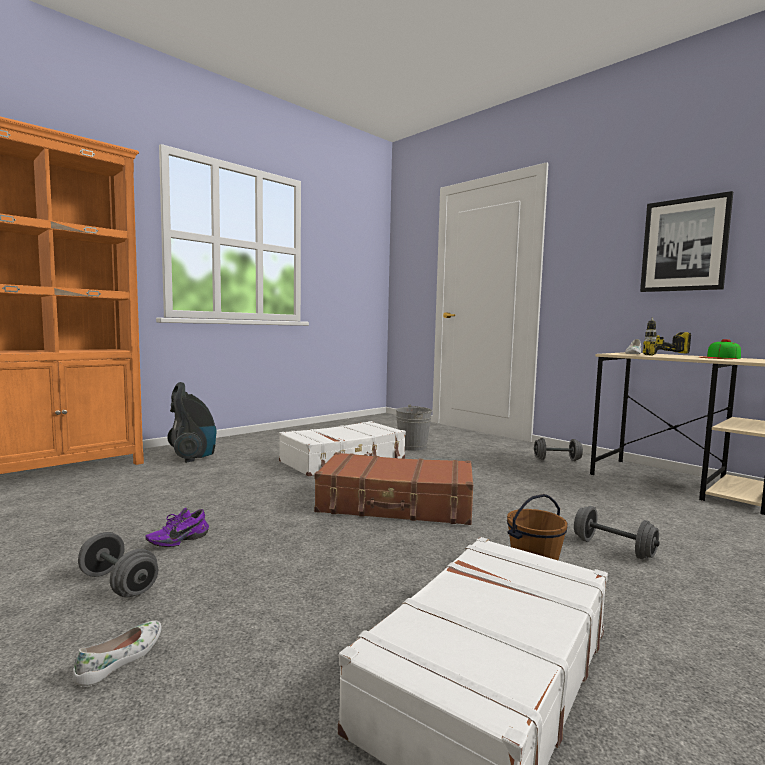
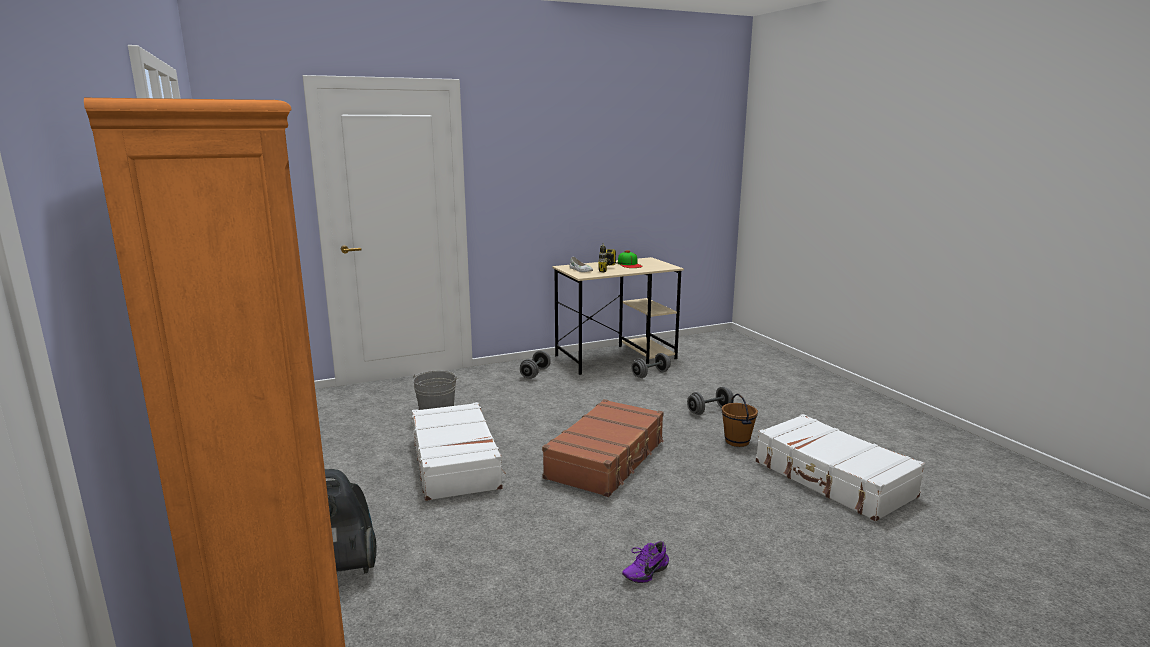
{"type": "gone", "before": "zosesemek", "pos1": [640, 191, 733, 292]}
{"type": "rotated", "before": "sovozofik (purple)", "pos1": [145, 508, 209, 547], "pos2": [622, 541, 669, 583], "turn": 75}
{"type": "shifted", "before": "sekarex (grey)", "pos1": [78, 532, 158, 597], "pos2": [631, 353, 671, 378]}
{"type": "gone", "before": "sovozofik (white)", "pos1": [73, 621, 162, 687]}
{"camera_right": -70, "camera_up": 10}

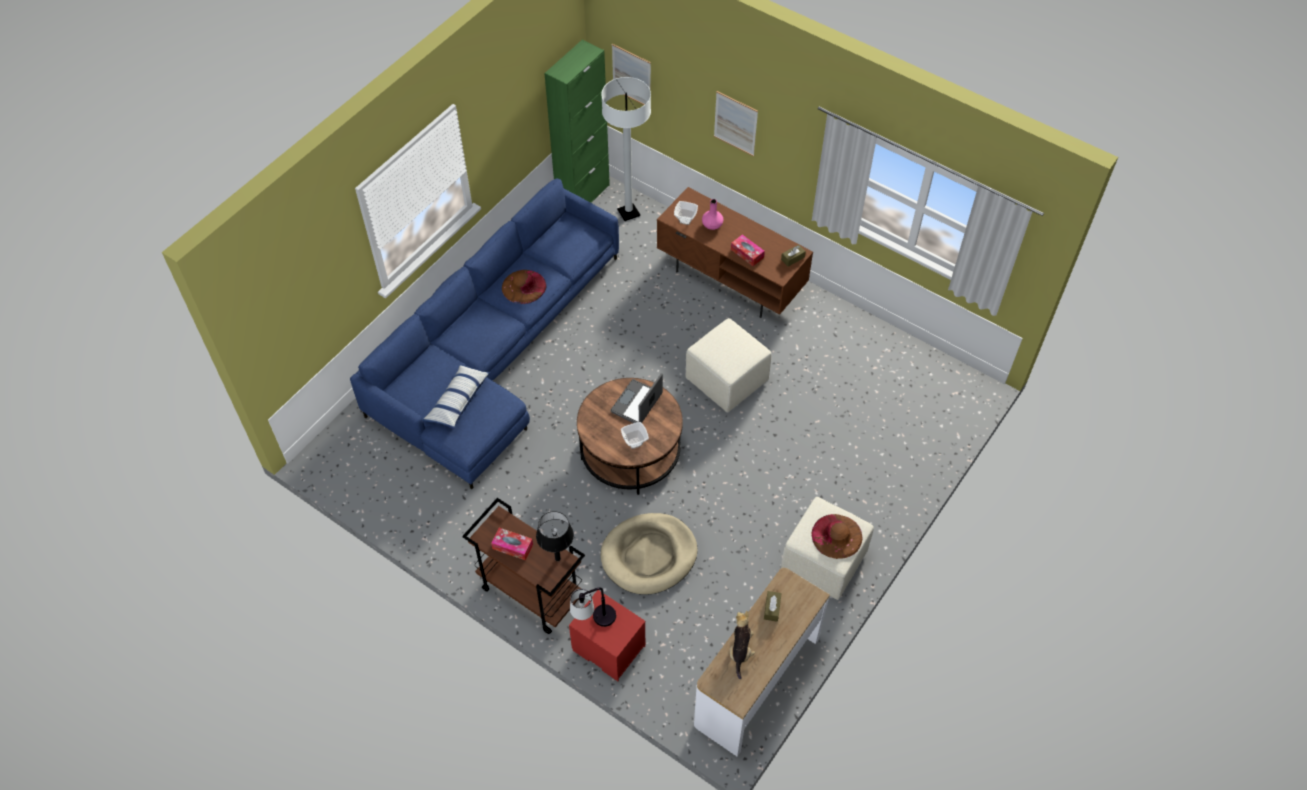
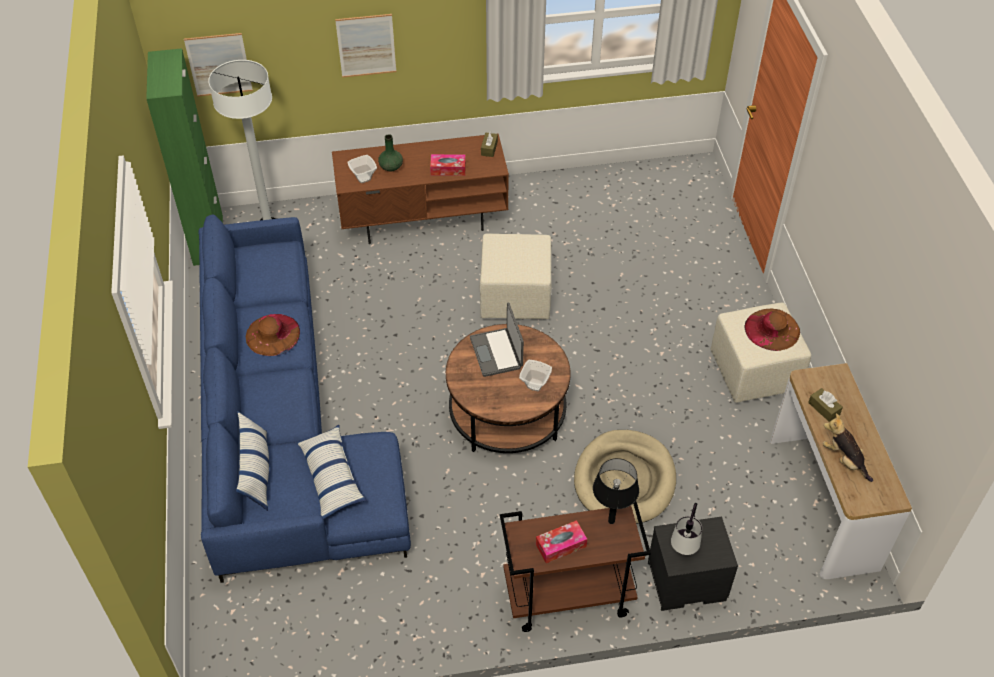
{"type": "repainted", "before": "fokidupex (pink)", "after": "fokidupex (green)", "pos1": [702, 199, 723, 230], "pos2": [378, 134, 403, 171]}
{"type": "repainted", "before": "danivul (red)", "after": "danivul (black)", "pos1": [569, 590, 646, 681], "pos2": [648, 516, 738, 611]}
{"type": "new", "after": "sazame", "pos2": [236, 411, 269, 511]}
{"camera_right": -45, "camera_up": -5}

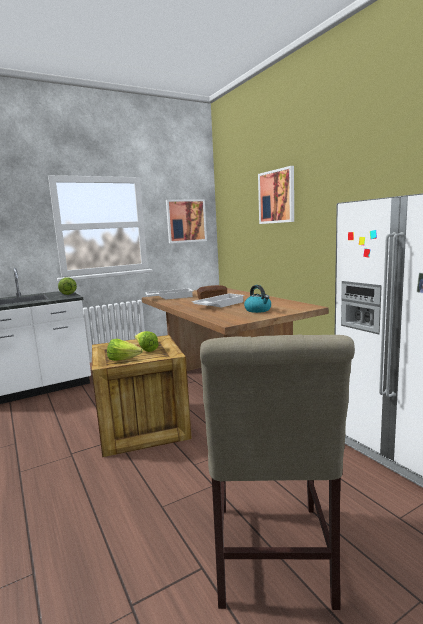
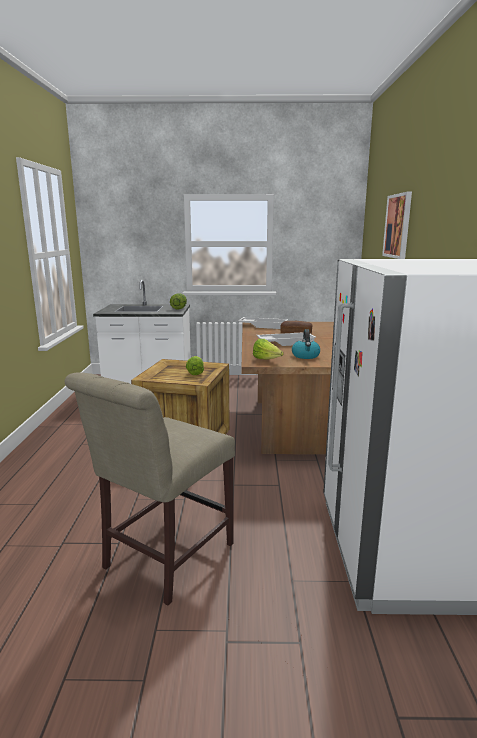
{"type": "gone", "before": "zosesemek", "pos1": [166, 199, 207, 243]}
{"type": "shifted", "before": "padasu", "pos1": [107, 339, 143, 361], "pos2": [253, 339, 284, 360]}
{"camera_right": 30, "camera_up": 5}

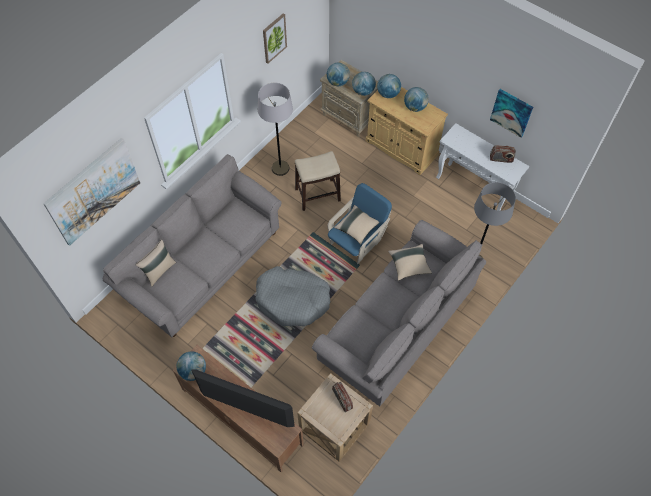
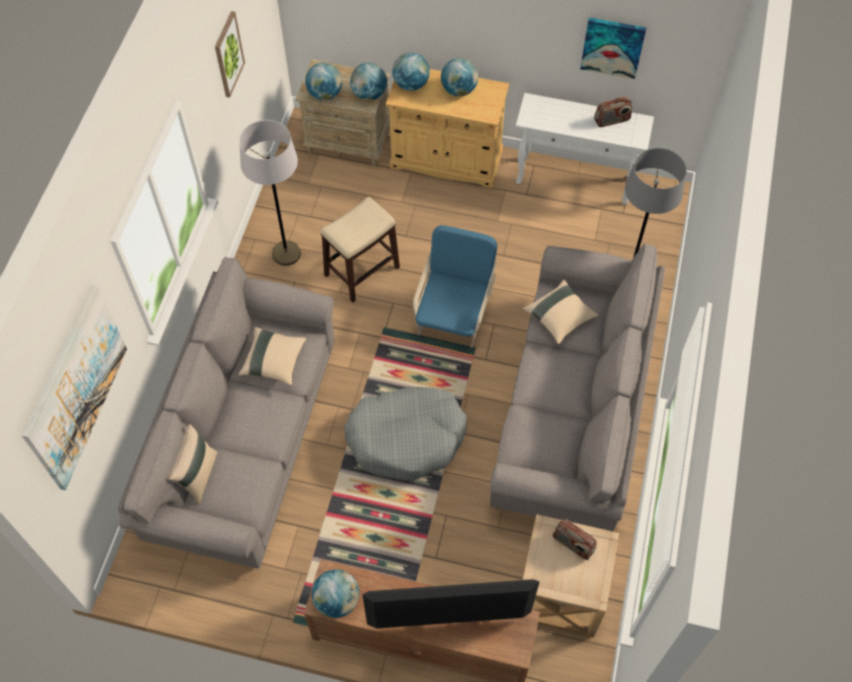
{"type": "shifted", "before": "sazame (beige)", "pos1": [334, 205, 379, 245], "pos2": [238, 327, 307, 386]}
{"camera_right": -25, "camera_up": 0}

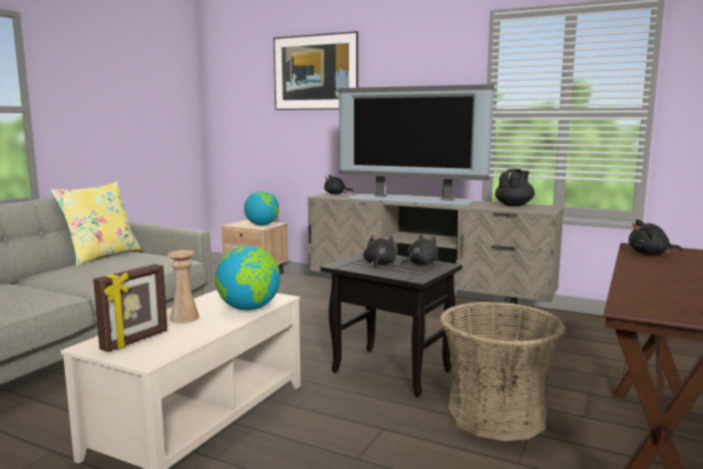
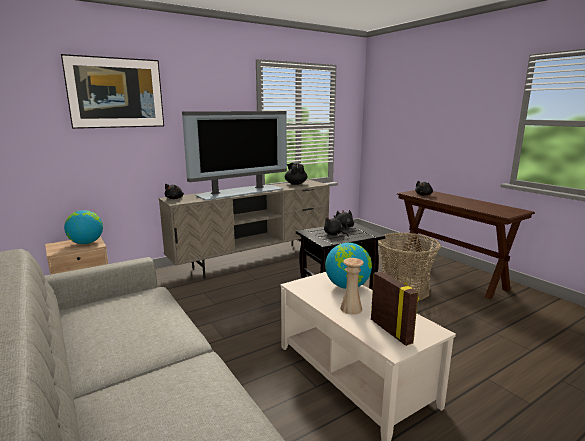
{"type": "gone", "before": "sazame (yellow)", "pos1": [50, 181, 141, 266]}
{"camera_right": -60, "camera_up": 5}

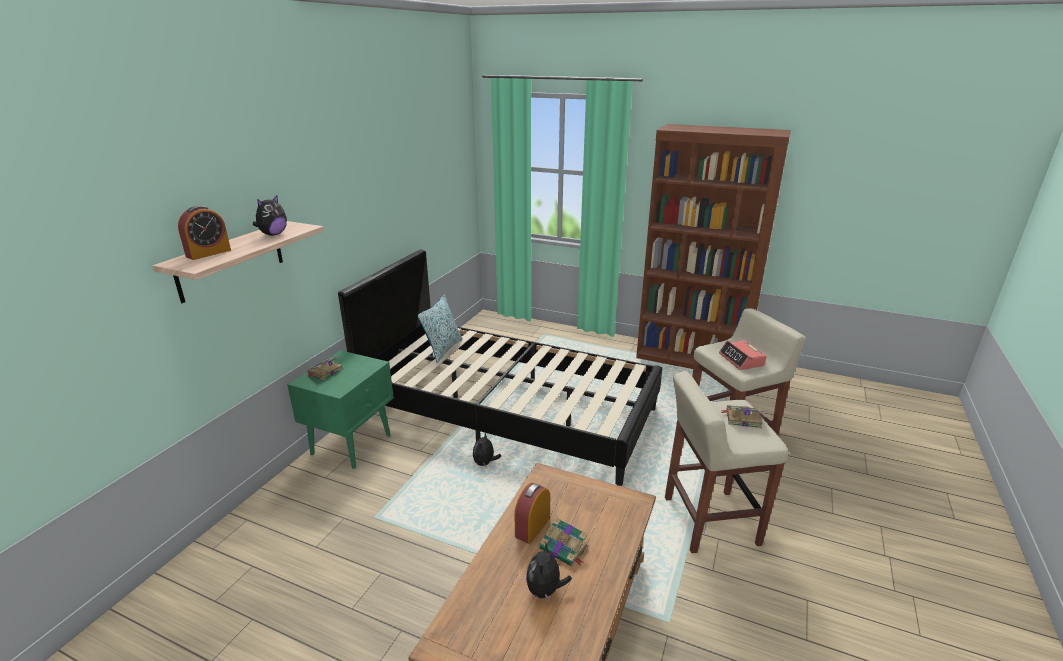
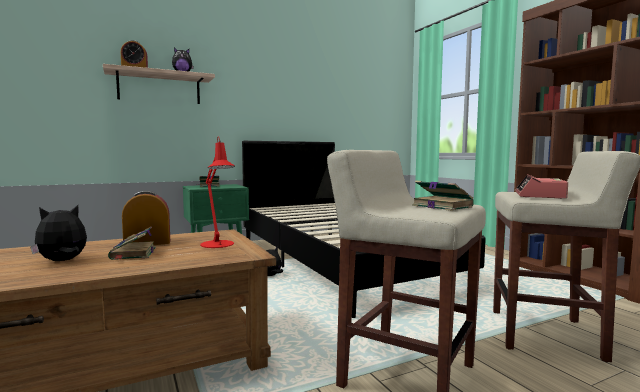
{"type": "gone", "before": "sazame", "pos1": [418, 294, 463, 363]}
{"type": "new", "after": "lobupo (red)", "pos2": [200, 136, 235, 248]}
{"camera_right": 40, "camera_up": -20}

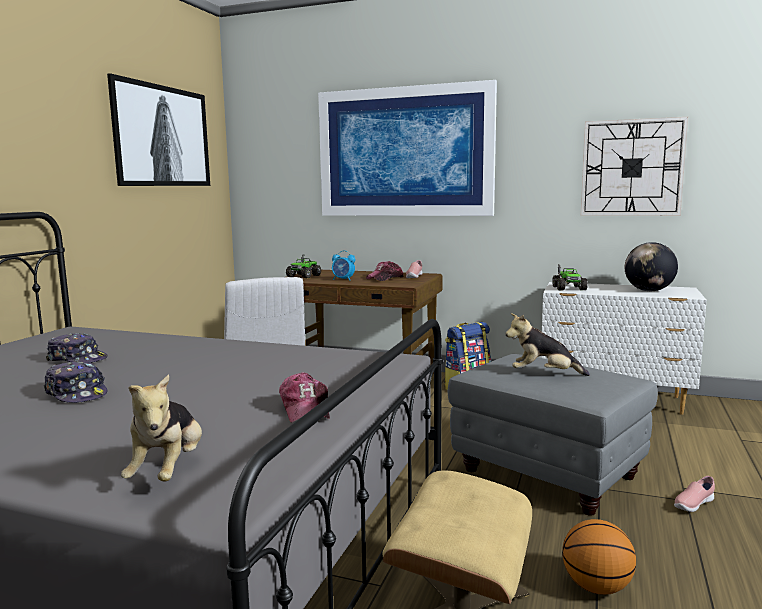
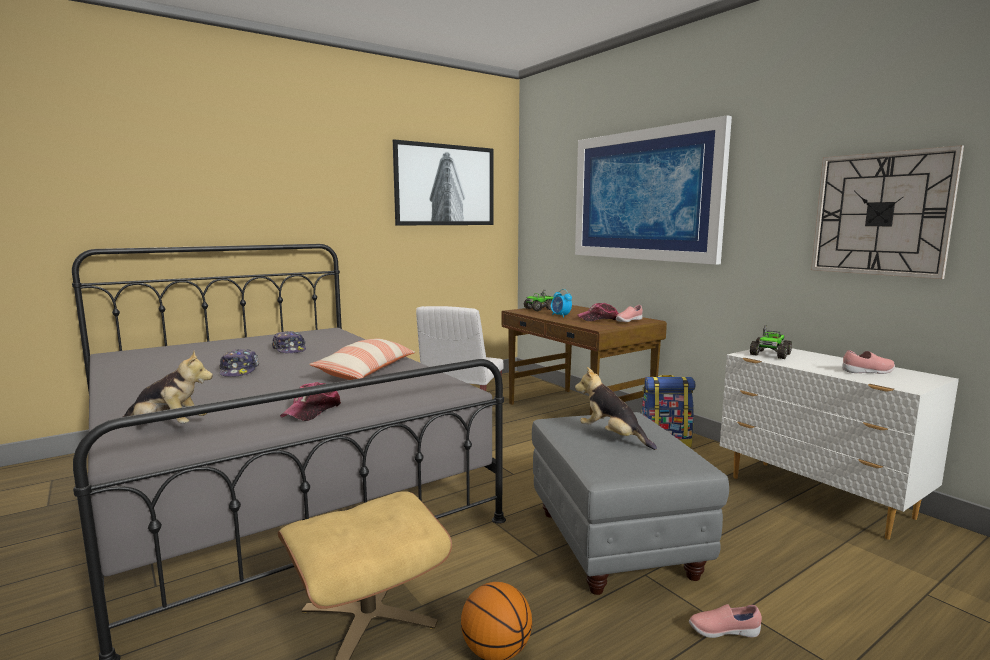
{"type": "swapped", "before": "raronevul", "after": "sovozofik (pink)", "pos1": [625, 242, 678, 291], "pos2": [842, 350, 895, 374]}
{"type": "rotated", "before": "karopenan", "pos1": [121, 374, 202, 482], "pos2": [123, 351, 213, 423], "turn": -120}
{"type": "new", "after": "sazame", "pos2": [309, 338, 415, 380]}
{"camera_right": 35, "camera_up": 0}

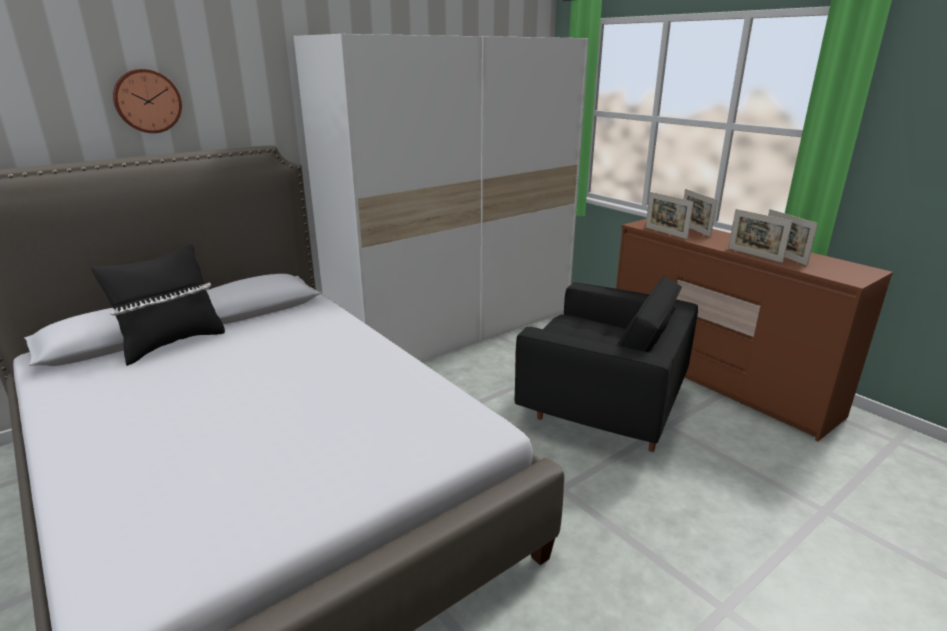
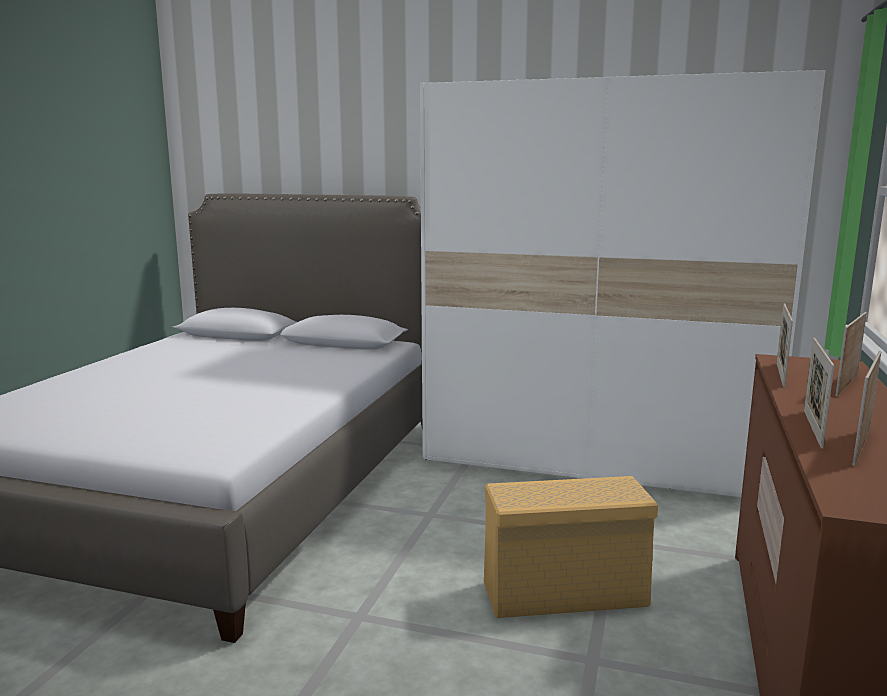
{"type": "gone", "before": "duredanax", "pos1": [113, 69, 182, 133]}
{"type": "gone", "before": "sazame (black)", "pos1": [91, 244, 225, 366]}
{"type": "swapped", "before": "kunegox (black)", "after": "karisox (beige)", "pos1": [515, 276, 698, 452], "pos2": [484, 476, 658, 618]}
{"camera_right": 55, "camera_up": -10}

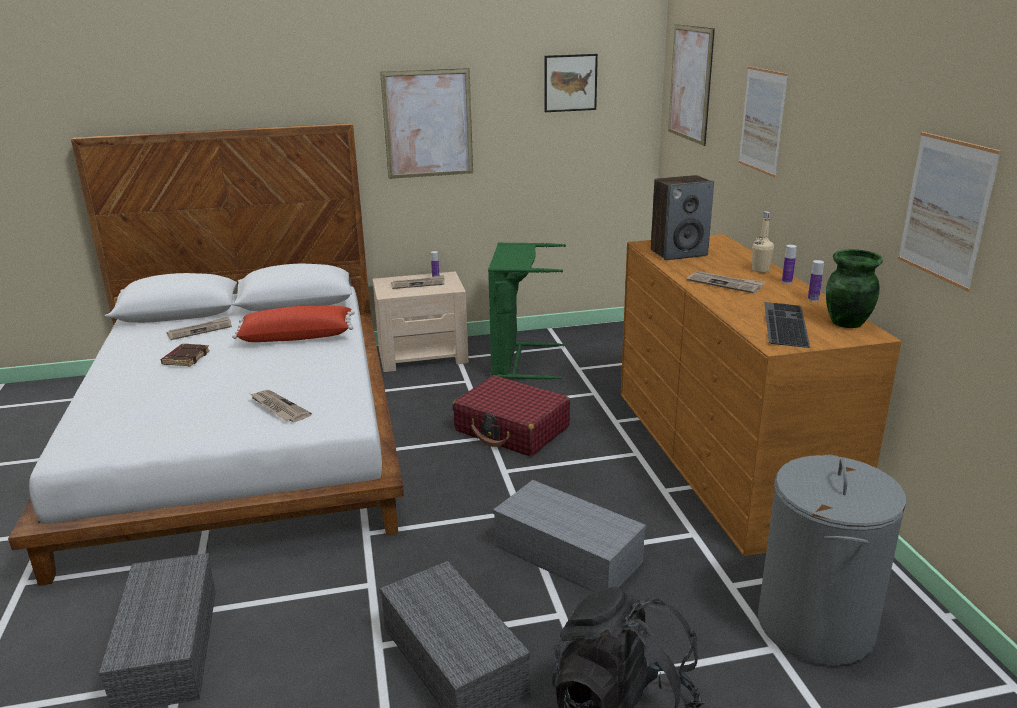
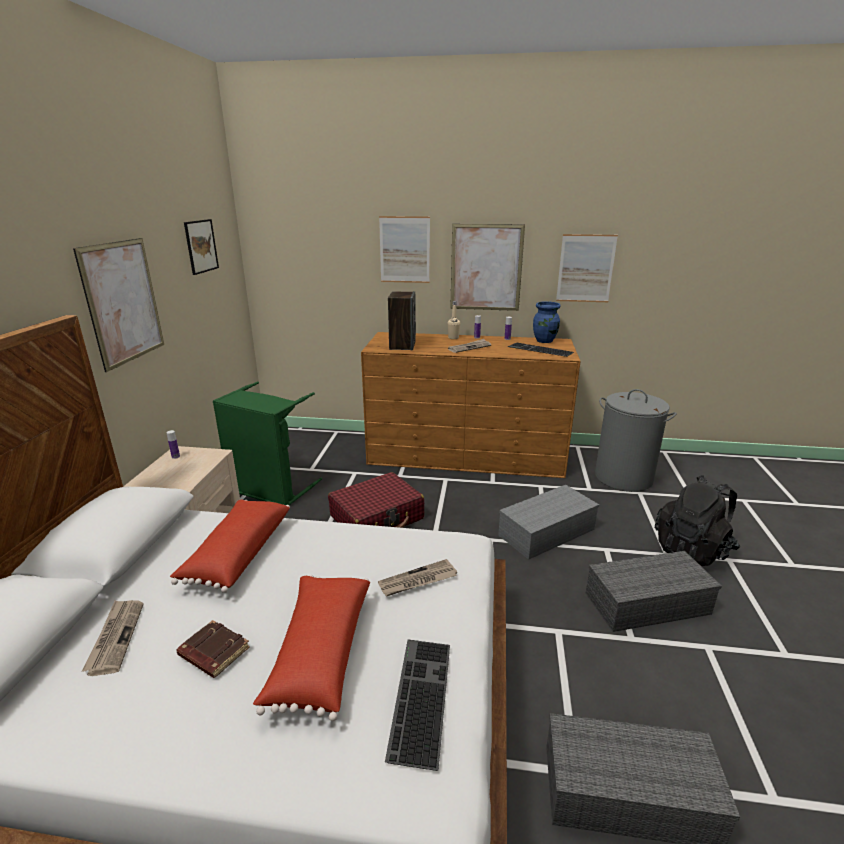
{"type": "shifted", "before": "zosesemek", "pos1": [668, 24, 715, 146], "pos2": [450, 224, 525, 311]}
{"type": "repainted", "before": "fokidupex (green)", "after": "fokidupex (blue)", "pos1": [826, 249, 883, 328], "pos2": [533, 301, 561, 343]}
{"type": "gone", "before": "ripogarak", "pos1": [391, 275, 445, 289]}
{"type": "new", "after": "sazame (red)", "pos2": [253, 575, 370, 721]}
{"type": "new", "after": "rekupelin", "pos2": [385, 639, 450, 771]}
{"camera_right": -70, "camera_up": 0}

